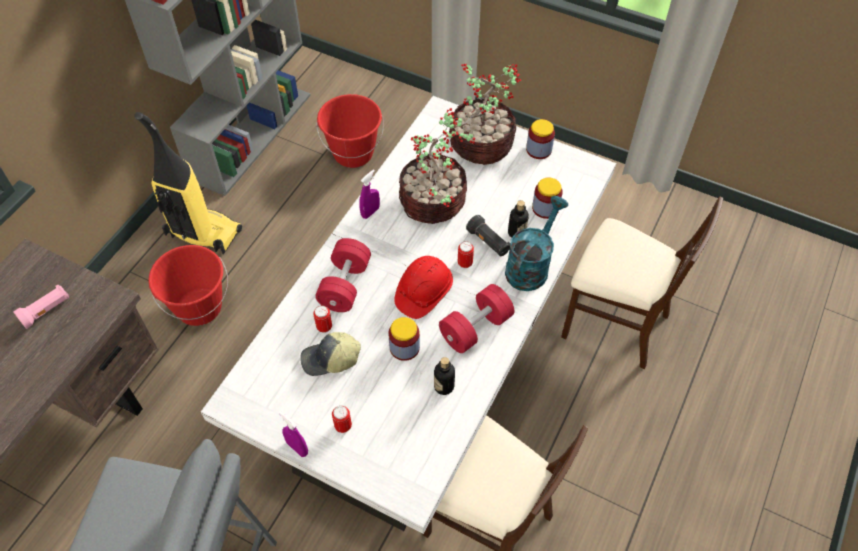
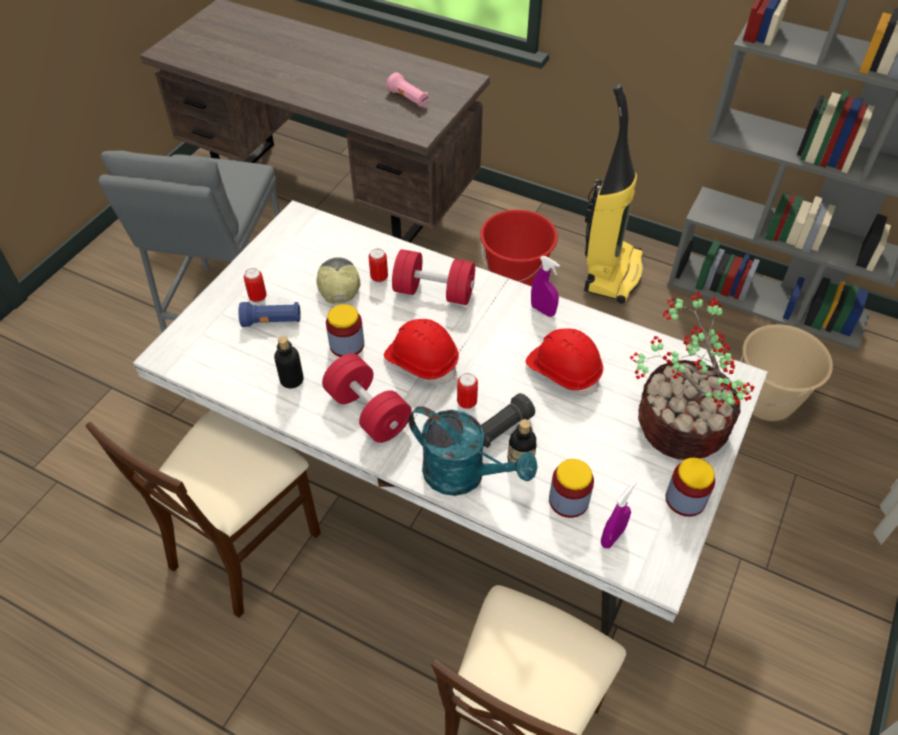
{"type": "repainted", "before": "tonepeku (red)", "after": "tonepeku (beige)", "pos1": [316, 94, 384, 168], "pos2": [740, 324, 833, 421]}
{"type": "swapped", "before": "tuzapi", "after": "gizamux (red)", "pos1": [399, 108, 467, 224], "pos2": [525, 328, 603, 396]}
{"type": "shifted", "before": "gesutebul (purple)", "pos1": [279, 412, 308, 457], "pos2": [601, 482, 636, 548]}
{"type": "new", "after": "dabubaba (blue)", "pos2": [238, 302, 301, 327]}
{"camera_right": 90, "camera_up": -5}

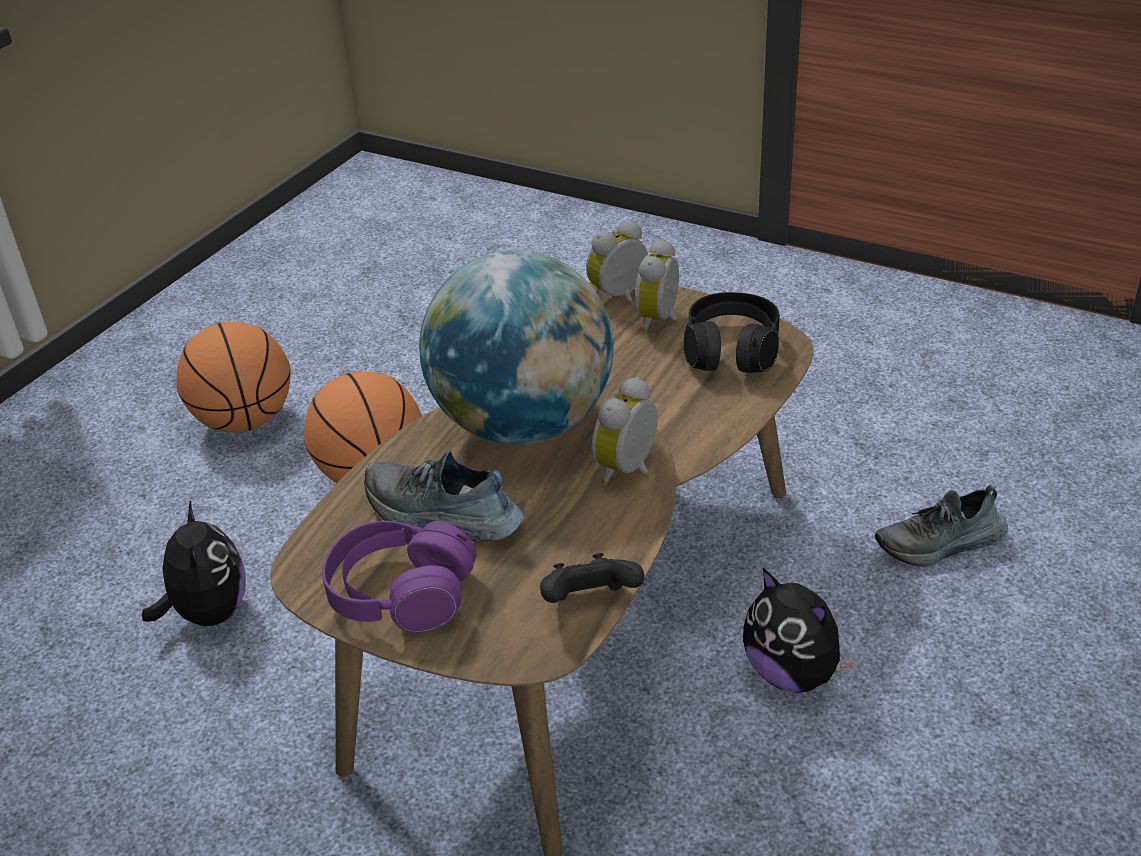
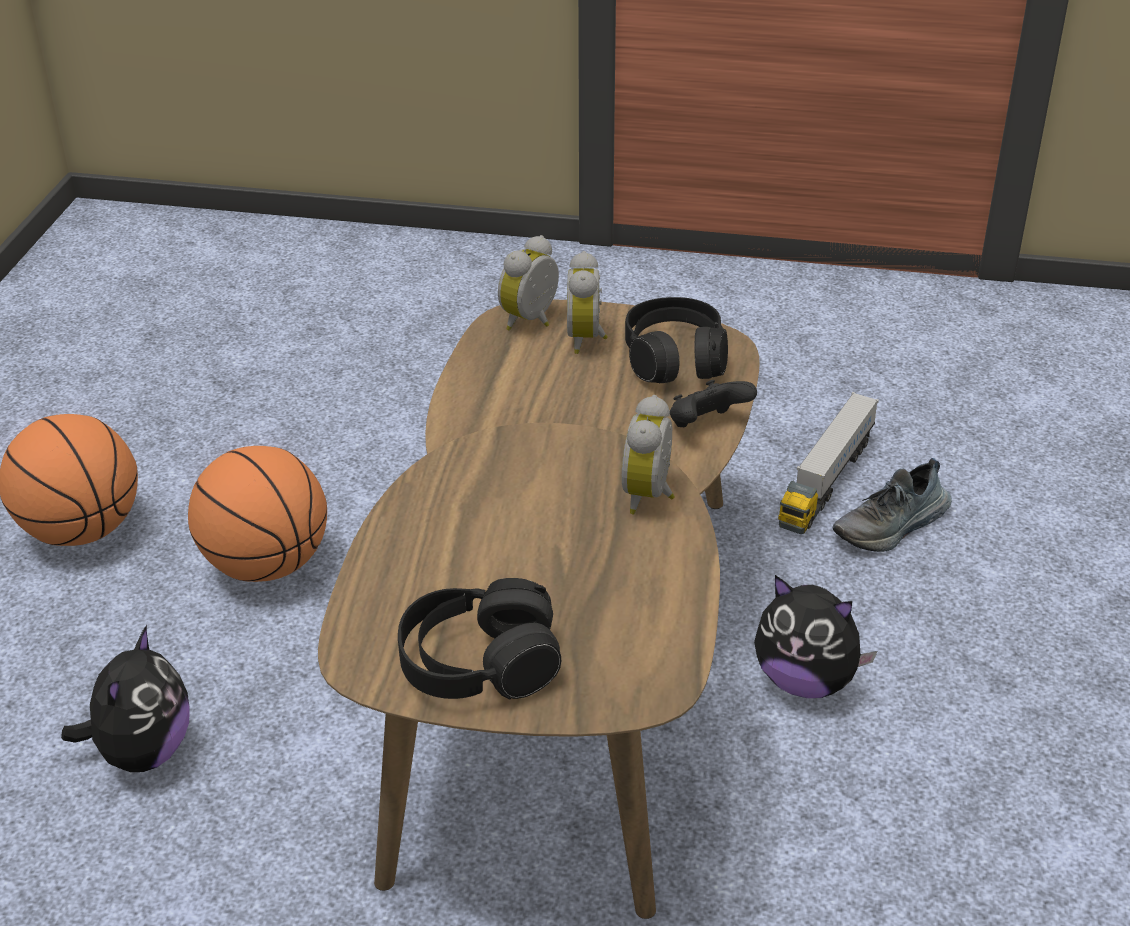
{"type": "gone", "before": "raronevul", "pos1": [419, 250, 614, 445]}
{"type": "gone", "before": "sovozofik", "pos1": [364, 451, 524, 543]}
{"type": "rotated", "before": "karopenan", "pos1": [142, 501, 246, 626], "pos2": [61, 625, 190, 772], "turn": 45}
{"type": "repainted", "before": "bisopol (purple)", "after": "bisopol (black)", "pos1": [322, 521, 477, 633], "pos2": [398, 578, 561, 699]}
{"type": "shifted", "before": "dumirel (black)", "pos1": [540, 553, 644, 603], "pos2": [670, 380, 757, 427]}
{"type": "new", "after": "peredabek", "pos2": [778, 392, 879, 534]}
{"camera_right": -20, "camera_up": 0}

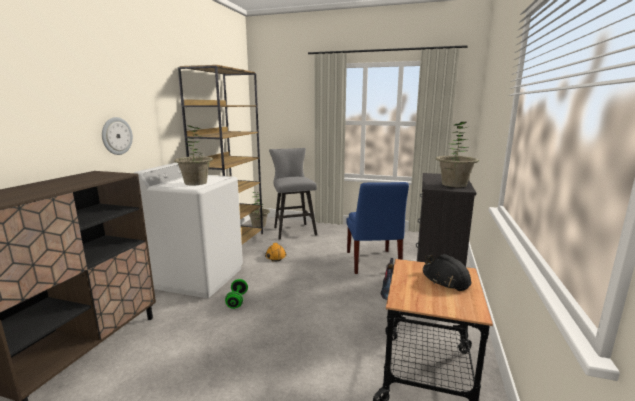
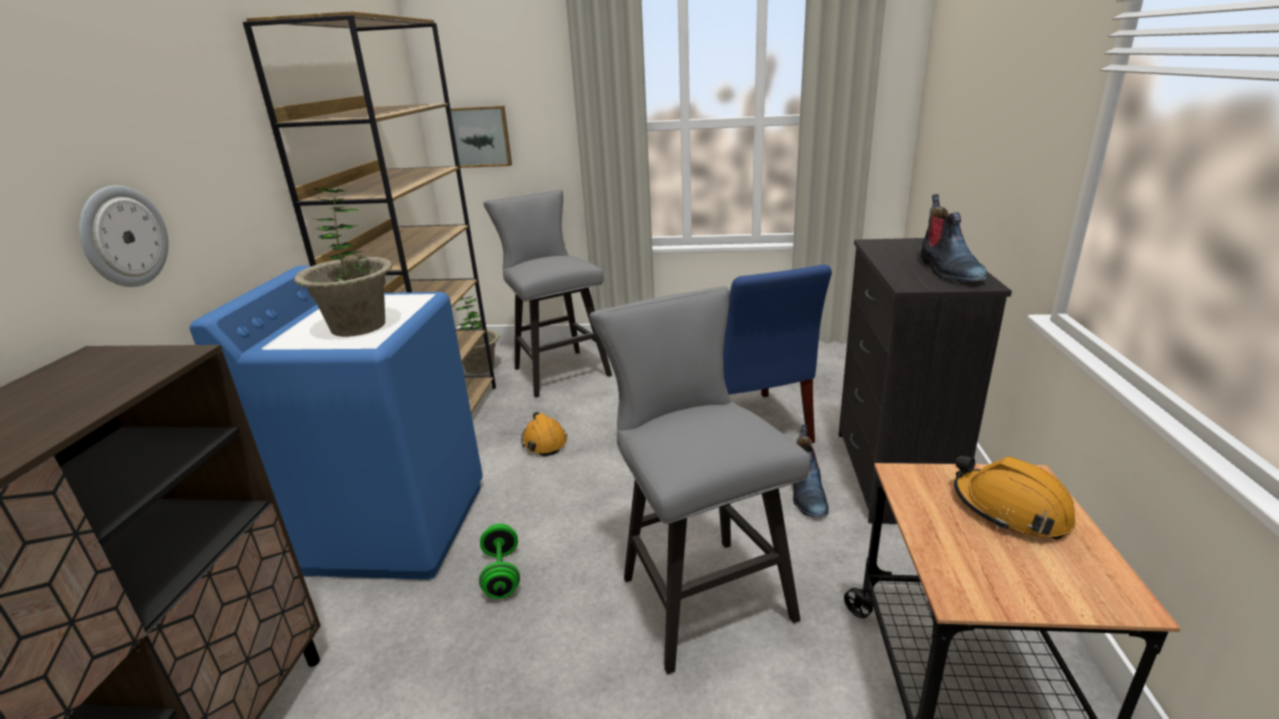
{"type": "swapped", "before": "tuzapi", "after": "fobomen", "pos1": [436, 122, 479, 187], "pos2": [921, 194, 988, 283]}
{"type": "repainted", "before": "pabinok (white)", "after": "pabinok (blue)", "pos1": [134, 163, 243, 298], "pos2": [190, 266, 483, 580]}
{"type": "repainted", "before": "gizamux (black)", "after": "gizamux (orange)", "pos1": [423, 254, 472, 291], "pos2": [954, 456, 1076, 540]}
{"type": "new", "after": "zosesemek", "pos2": [450, 106, 512, 168]}
{"type": "new", "after": "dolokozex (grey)", "pos2": [590, 286, 810, 674]}
{"camera_right": -10, "camera_up": 10}

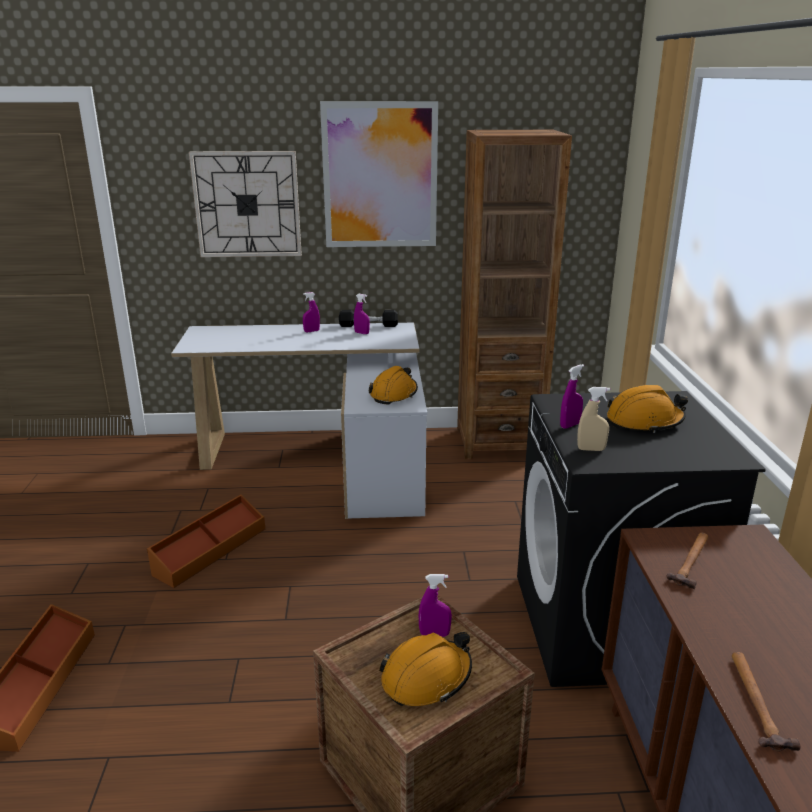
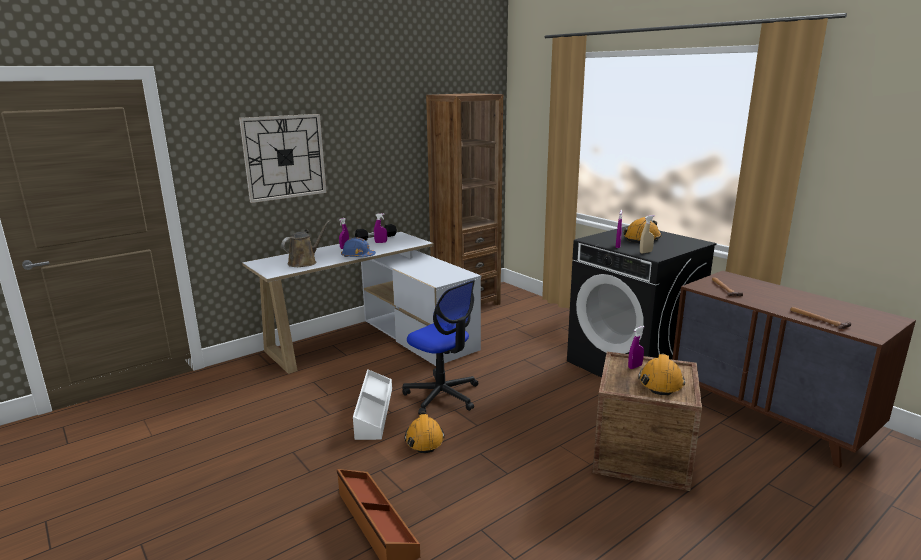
{"type": "gone", "before": "zosesemek", "pos1": [320, 101, 438, 247]}
{"type": "shifted", "before": "gizamux (orange)", "pos1": [369, 366, 418, 405], "pos2": [405, 411, 445, 453]}
{"type": "repainted", "before": "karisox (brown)", "after": "karisox (white)", "pos1": [147, 495, 265, 588], "pos2": [352, 369, 392, 440]}
{"type": "new", "after": "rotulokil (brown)", "pos2": [281, 221, 330, 267]}
{"type": "new", "after": "gizamux (blue)", "pos2": [341, 238, 376, 257]}
{"type": "new", "after": "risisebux", "pos2": [402, 280, 478, 415]}
{"camera_right": -35, "camera_up": -5}

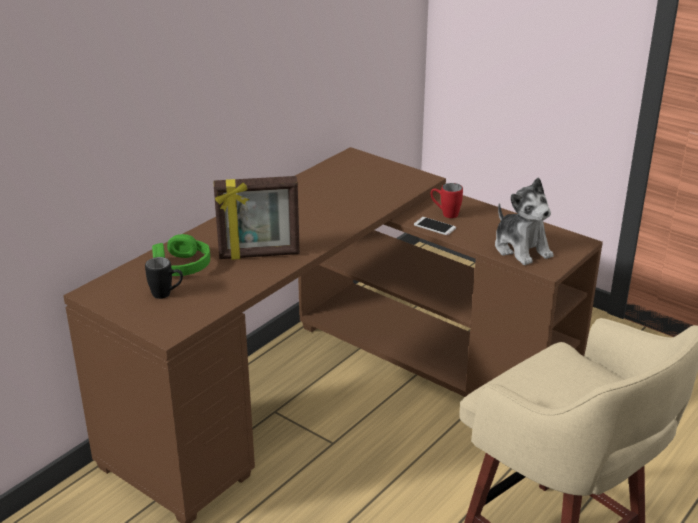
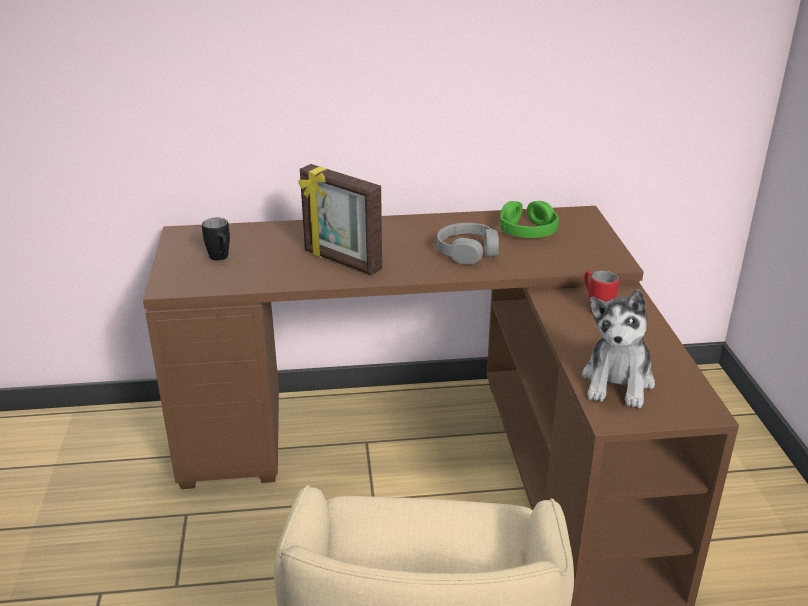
{"type": "gone", "before": "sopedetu", "pos1": [414, 217, 456, 235]}
{"type": "shifted", "before": "bisopol (green)", "pos1": [152, 234, 210, 276], "pos2": [500, 201, 559, 238]}
{"type": "new", "after": "bisopol (grey)", "pos2": [437, 223, 499, 265]}
{"camera_right": 45, "camera_up": 0}

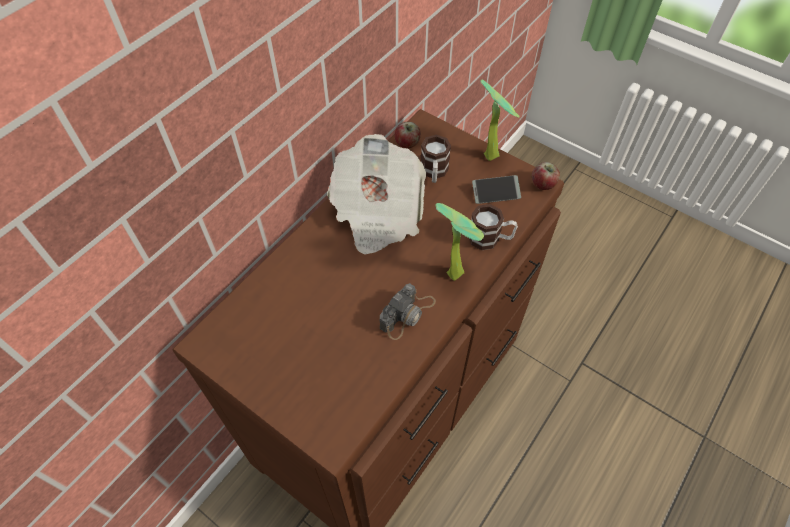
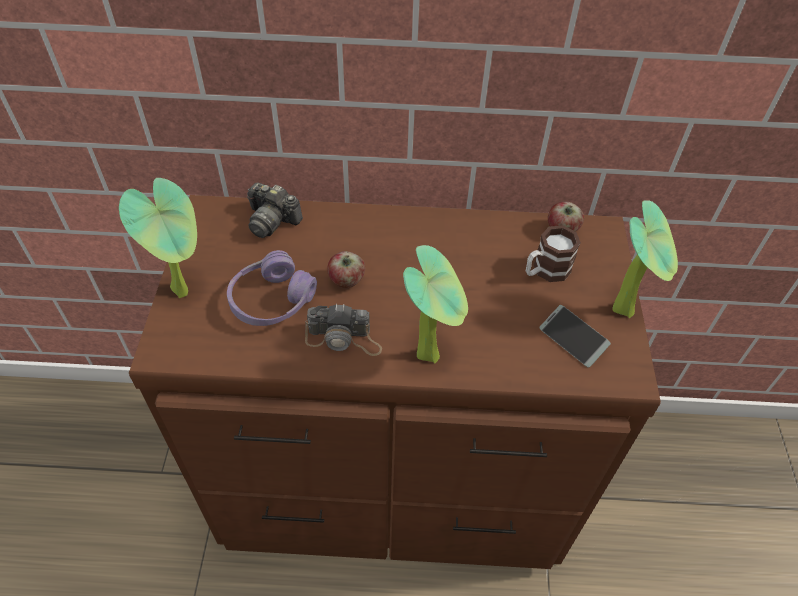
{"type": "gone", "before": "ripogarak", "pos1": [327, 134, 426, 255]}
{"type": "shifted", "before": "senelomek", "pos1": [532, 162, 560, 190], "pos2": [327, 251, 365, 288]}
{"type": "gone", "before": "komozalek", "pos1": [469, 204, 518, 250]}
{"type": "new", "after": "tuzapi", "pos2": [119, 178, 197, 298]}
{"type": "new", "after": "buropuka", "pos2": [247, 182, 303, 238]}
{"type": "new", "after": "bisopol (purple)", "pos2": [227, 250, 317, 326]}
{"camera_right": 55, "camera_up": -5}

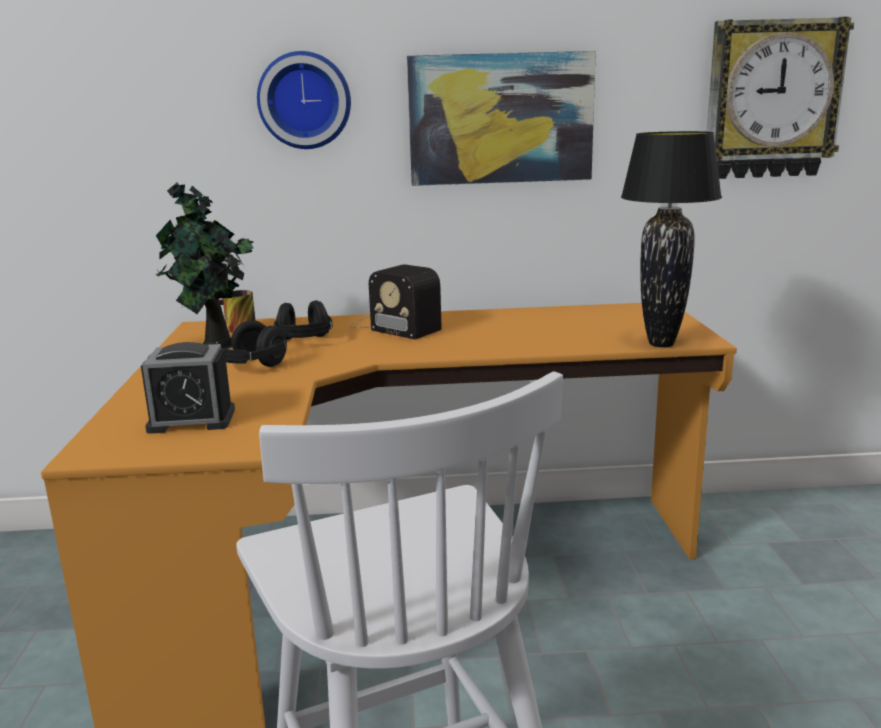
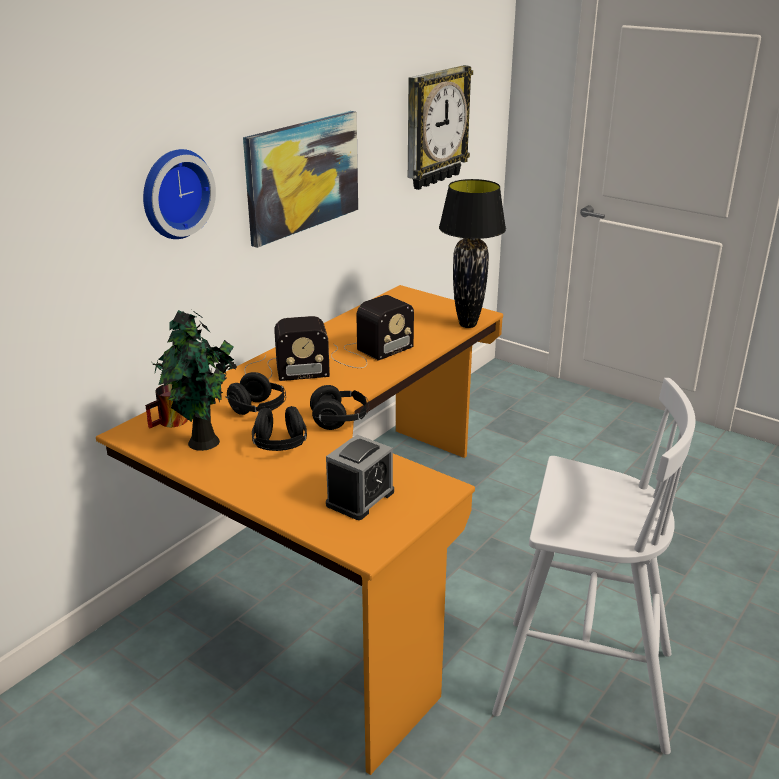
{"type": "new", "after": "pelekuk", "pos2": [331, 295, 414, 368]}
{"type": "new", "after": "bisopol (black)", "pos2": [310, 385, 369, 430]}
{"camera_right": -50, "camera_up": 10}

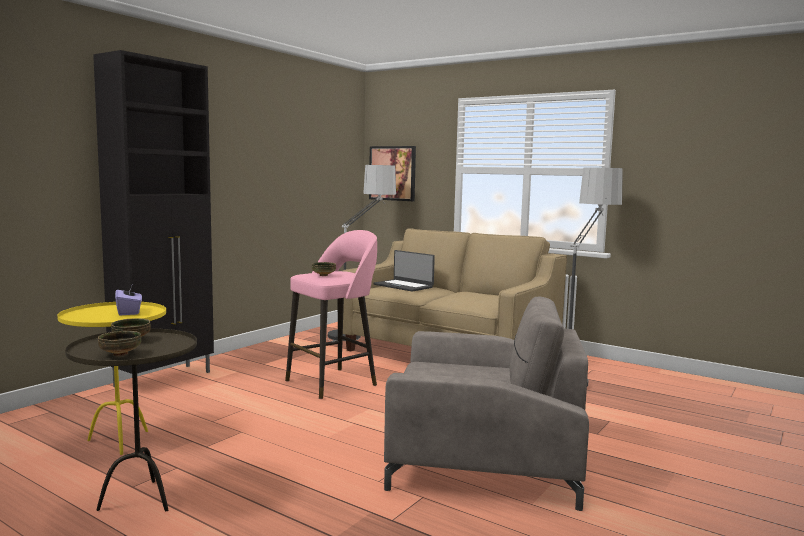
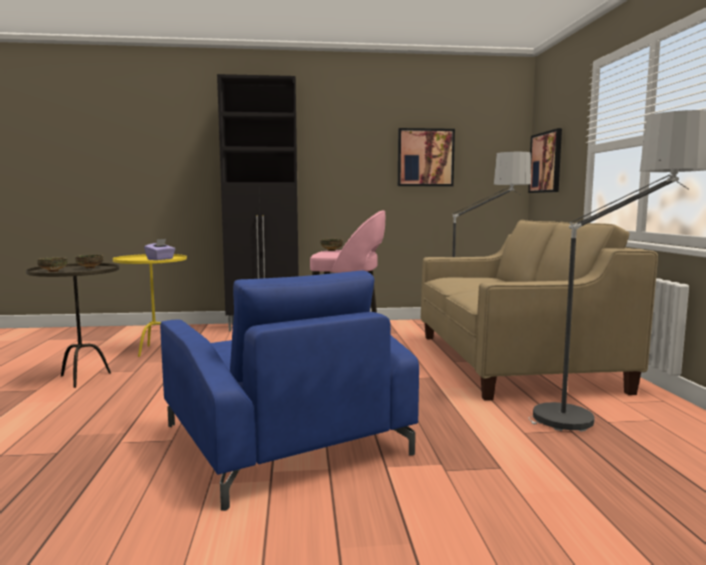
{"type": "gone", "before": "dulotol", "pos1": [373, 250, 435, 292]}
{"type": "repainted", "before": "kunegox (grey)", "after": "kunegox (blue)", "pos1": [384, 296, 589, 511], "pos2": [160, 270, 419, 511]}
{"type": "new", "after": "zosesemek", "pos2": [398, 128, 455, 186]}
{"camera_right": 50, "camera_up": 0}

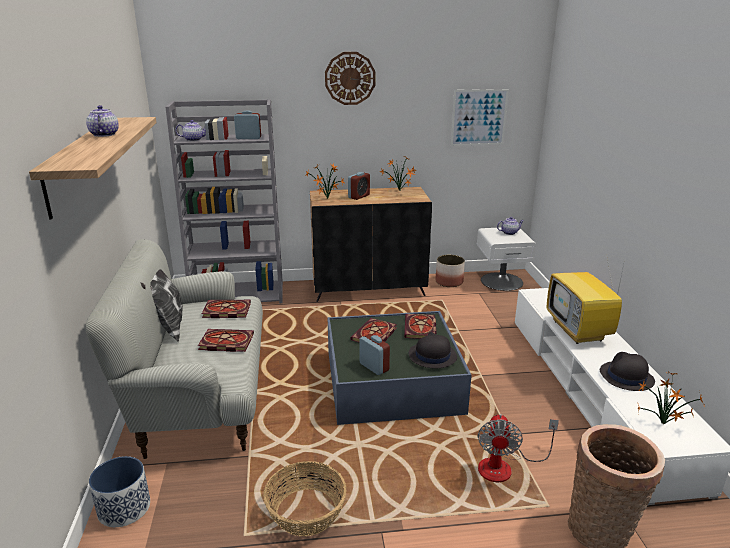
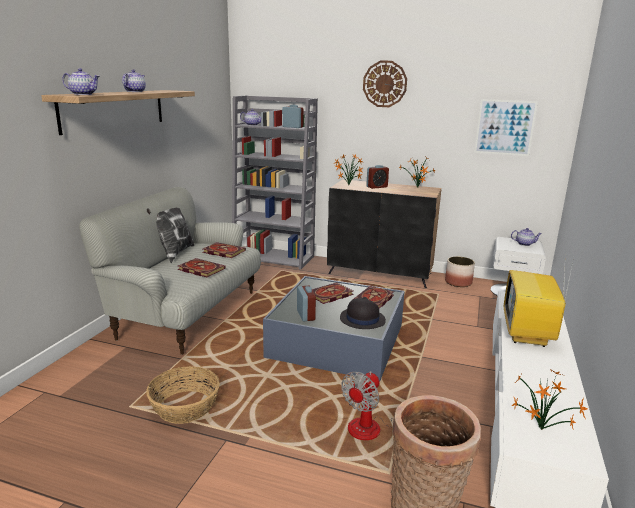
{"type": "gone", "before": "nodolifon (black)", "pos1": [600, 352, 655, 391]}
{"type": "gone", "before": "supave", "pos1": [89, 456, 150, 527]}
{"type": "new", "after": "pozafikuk", "pos2": [62, 68, 100, 95]}
{"camera_right": 25, "camera_up": -5}

